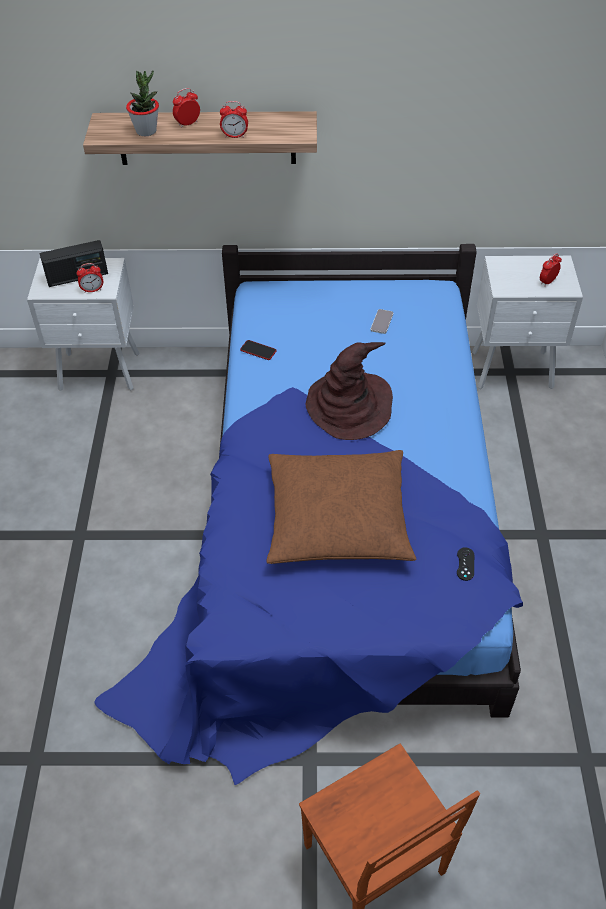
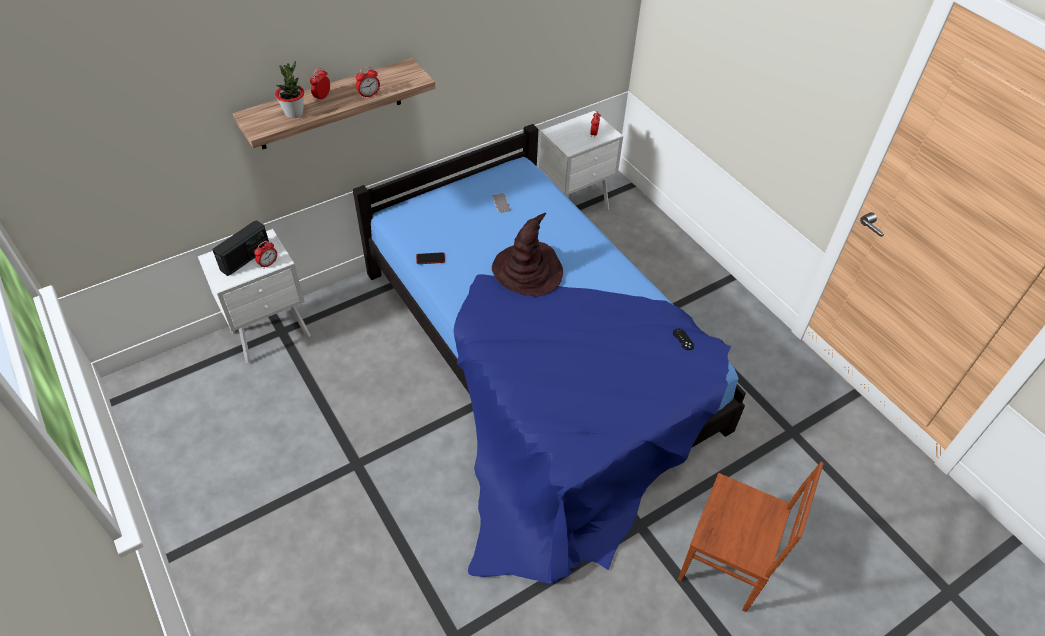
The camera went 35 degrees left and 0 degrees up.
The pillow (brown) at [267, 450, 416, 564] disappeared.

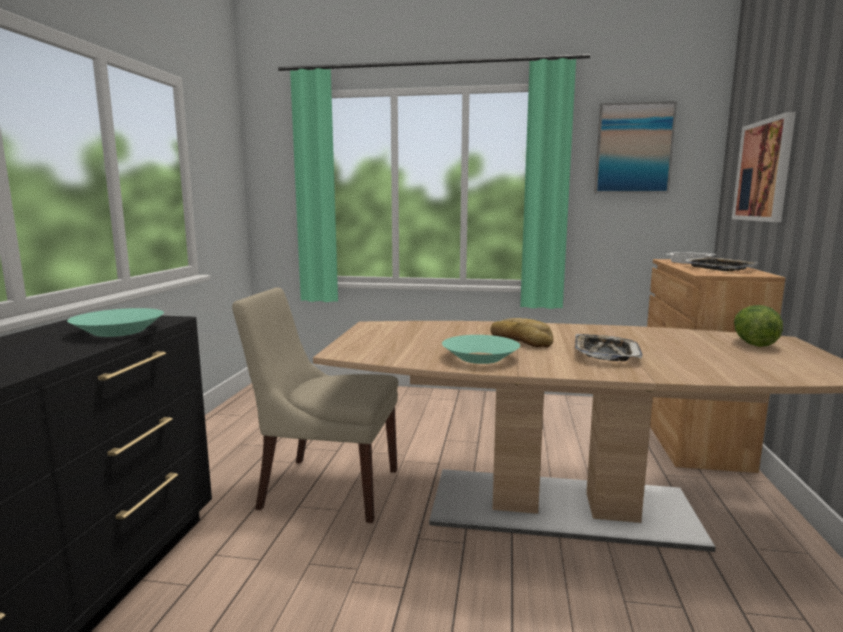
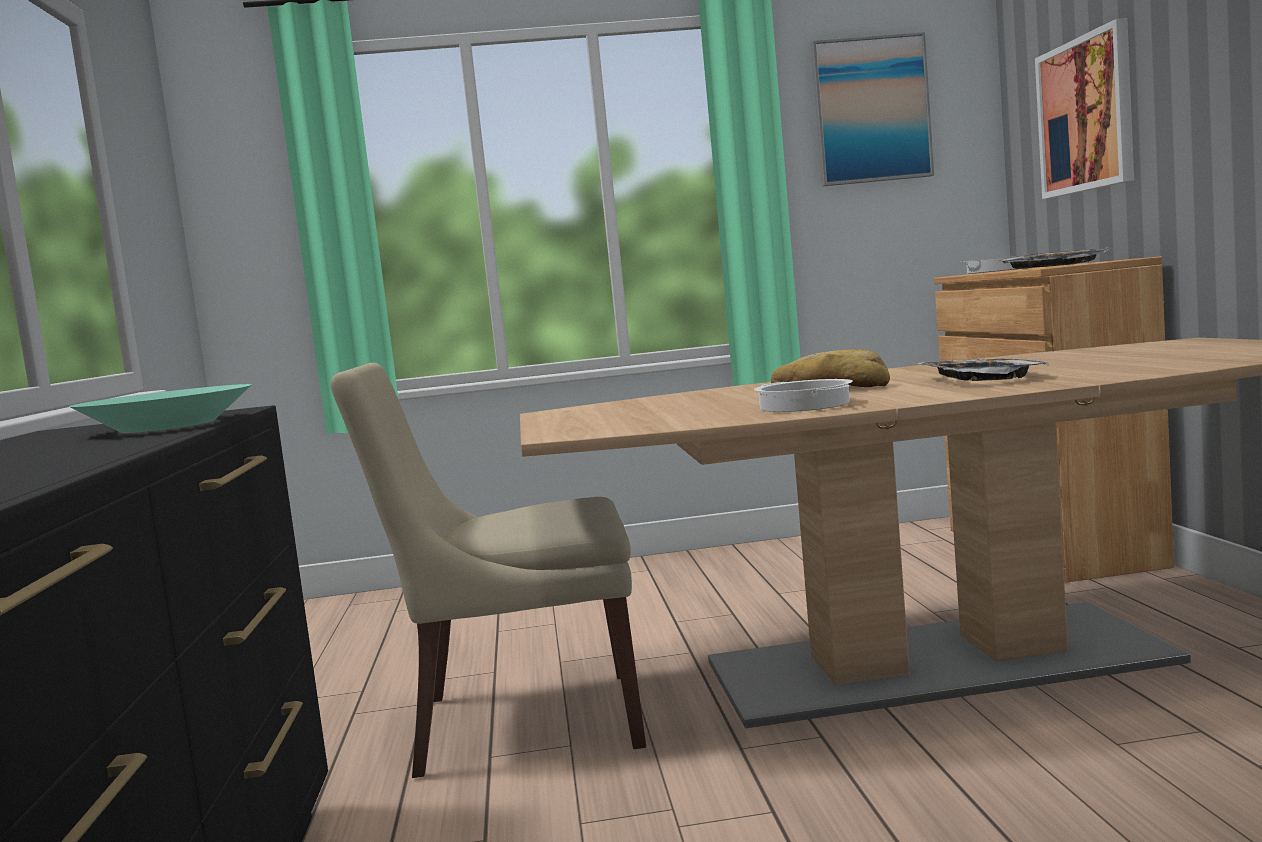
The camera went 15 degrees left and 5 degrees down.
The bowl (turquoise) at [442, 335, 520, 364] was replaced by the cooking pot at [754, 379, 853, 412].
The lettuce at [734, 305, 783, 347] disappeared.

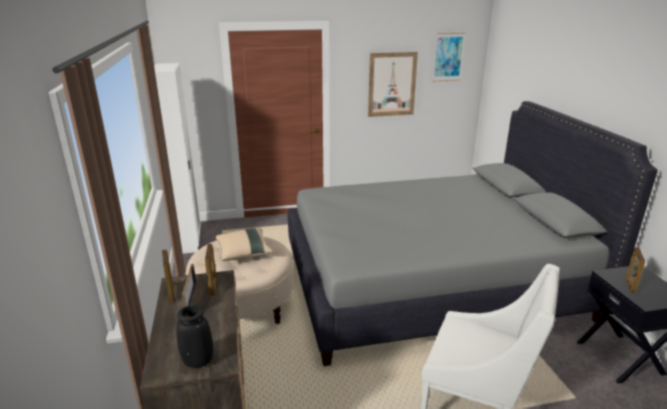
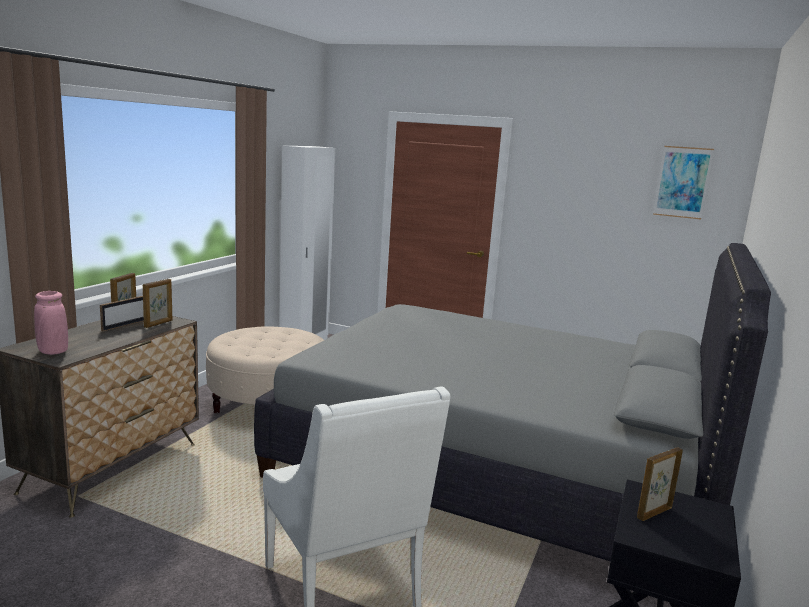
The camera went 35 degrees right and 10 degrees down.
The vase (black) at [176, 305, 213, 368] became the vase (pink) at [34, 291, 68, 355].
The pillow (beige) at [215, 228, 273, 261] disappeared.
The picture at [368, 52, 418, 117] disappeared.

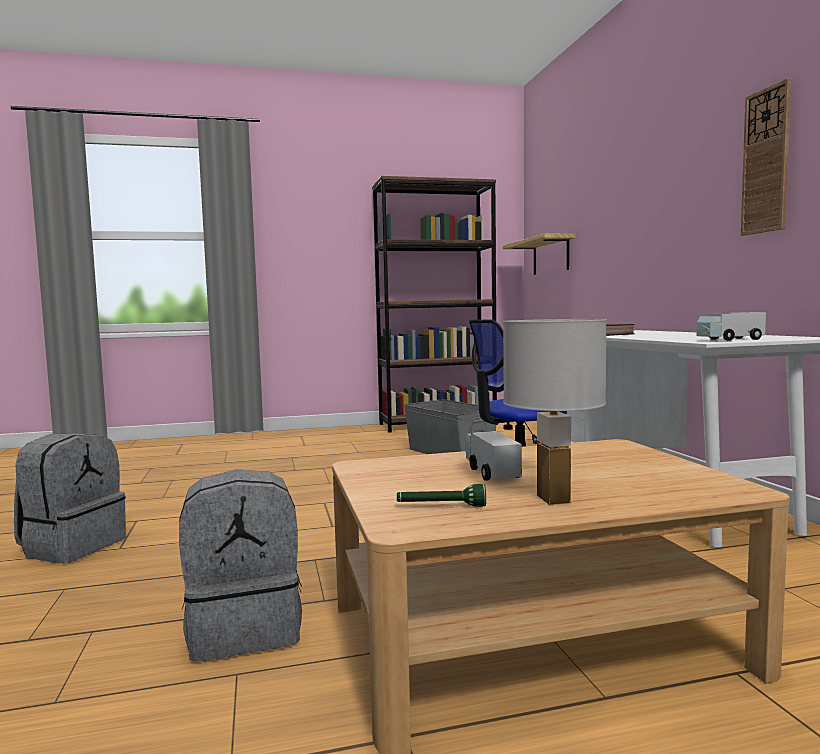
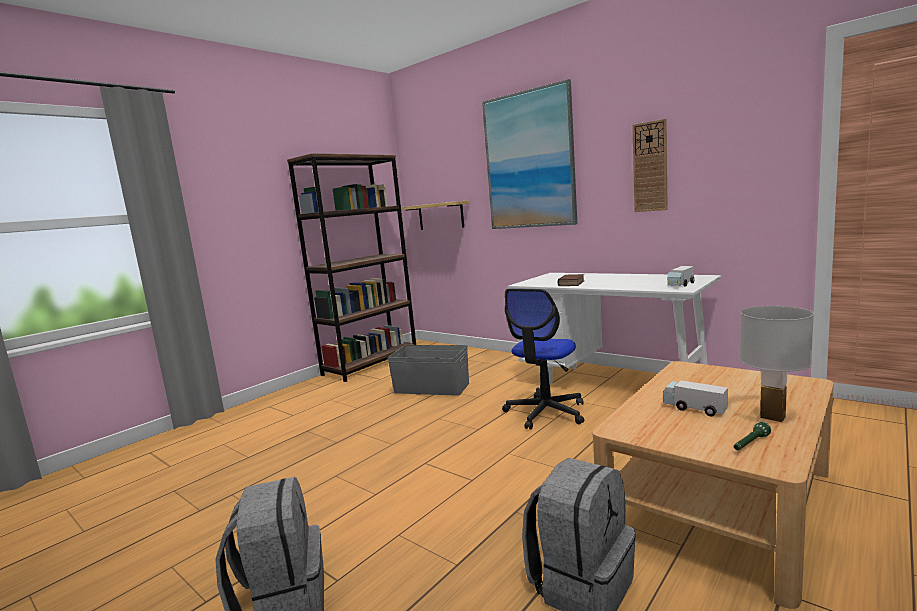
The camera went 35 degrees left and 5 degrees up.
The picture at [482, 79, 577, 229] appeared.

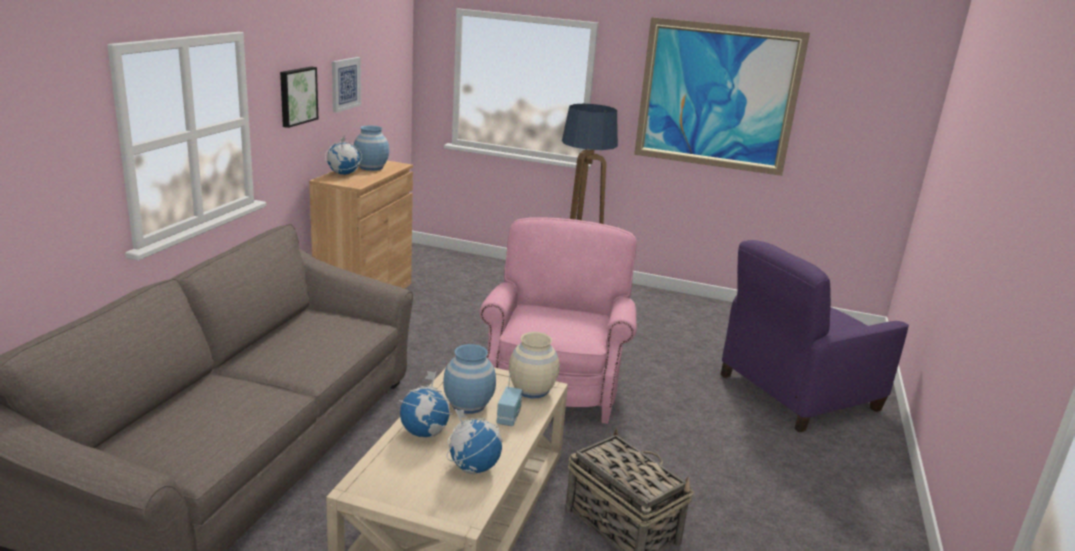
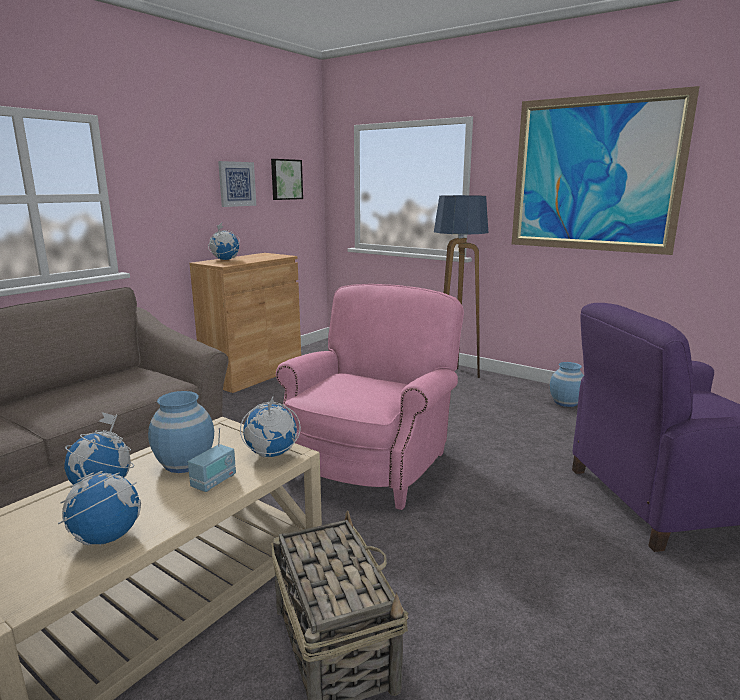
The camera went 20 degrees right and 5 degrees down.
The vase (beige) at [509, 332, 560, 398] was replaced by the globe at [240, 395, 301, 457].
The picture moved from [280, 67, 318, 128] to [271, 159, 303, 200].
The vase (blue) moved from [353, 126, 389, 171] to [550, 362, 584, 407].

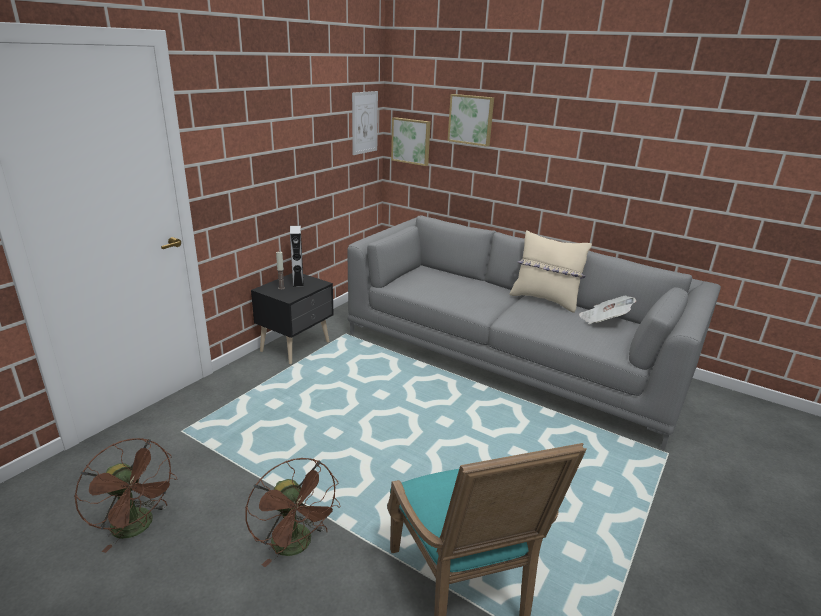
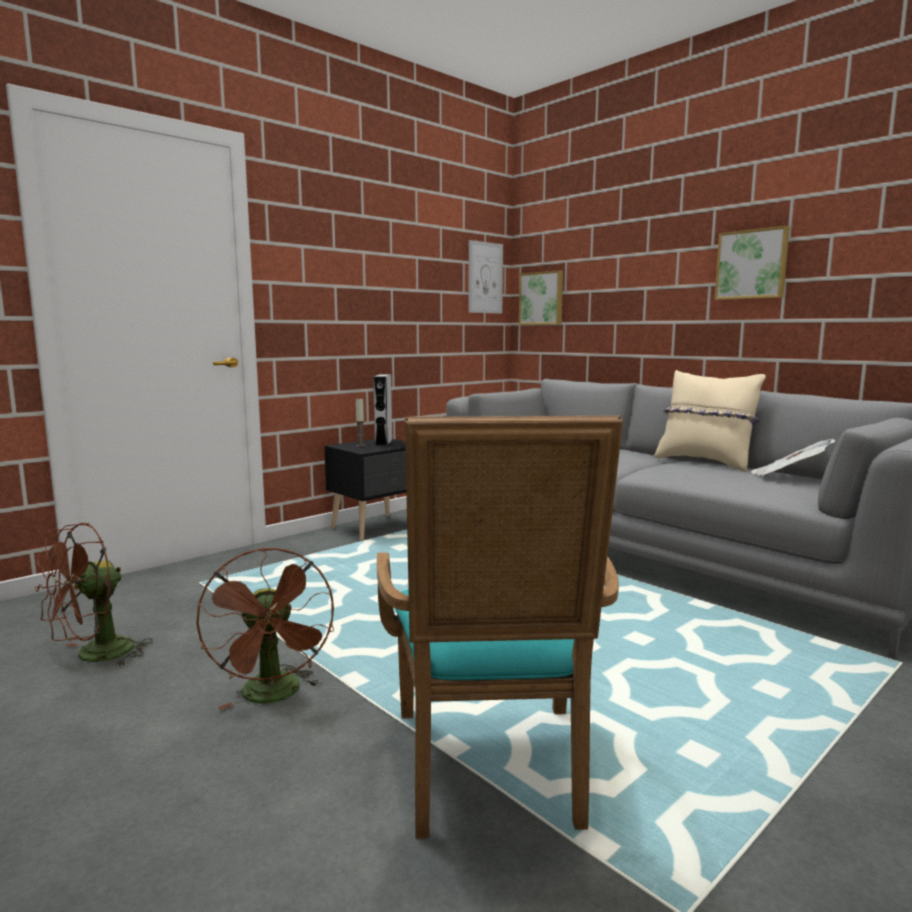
The camera went 15 degrees right and 15 degrees down.
The fan (brown) at [75, 438, 177, 553] turned 75 degrees clockwise.
The picture moved from [448, 94, 494, 146] to [714, 226, 790, 300].

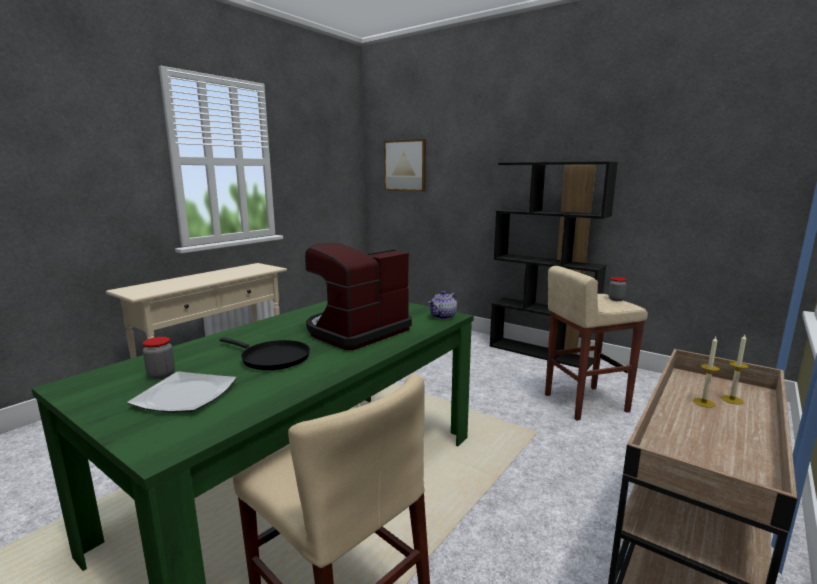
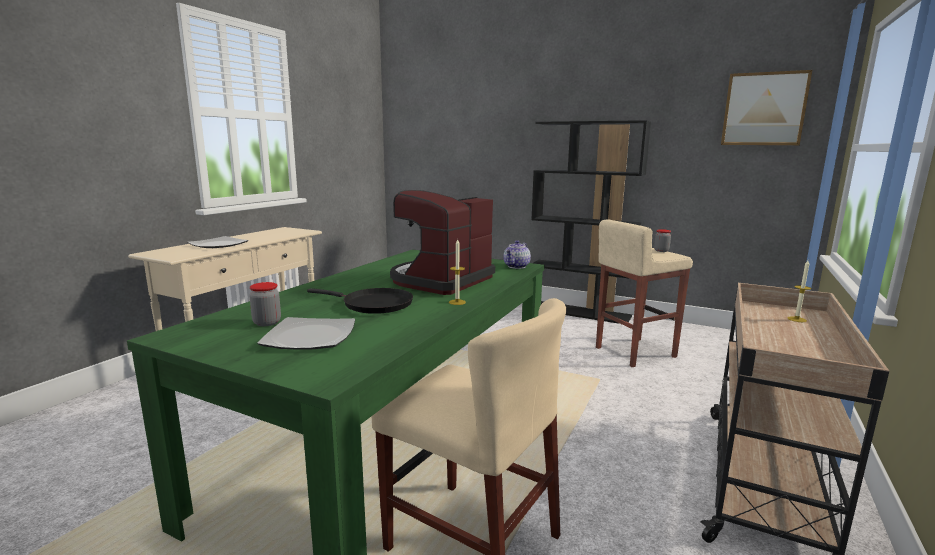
The camera went 10 degrees left and 0 degrees up.
The plate at [187, 236, 249, 248] appeared.
The candle moved from [693, 337, 720, 408] to [449, 239, 466, 305].
The picture moved from [384, 139, 426, 192] to [721, 70, 812, 145].

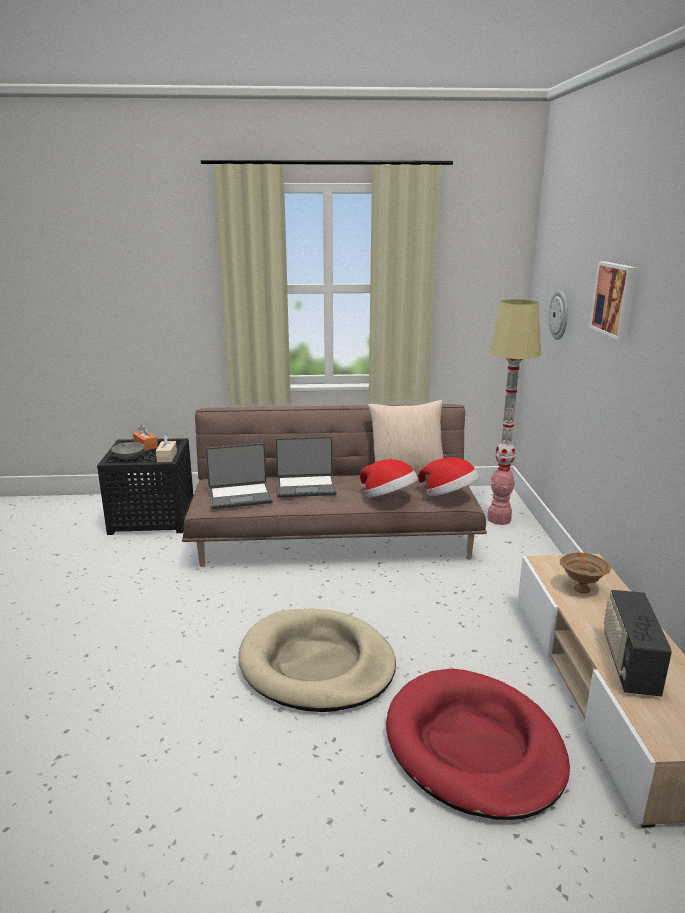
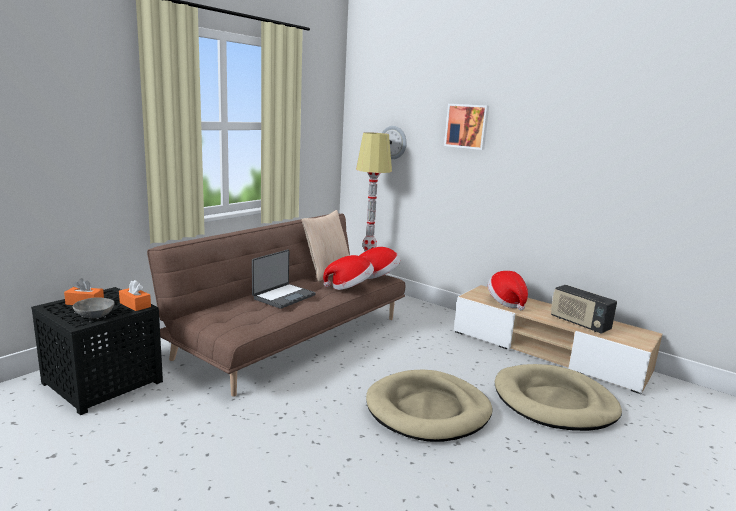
The camera went 50 degrees left and 5 degrees down.
The tissue box (beige) at [156, 435, 177, 462] became the tissue box (orange) at [119, 280, 151, 311].
The bowl (brown) at [560, 553, 611, 593] was replaced by the hat at [488, 271, 528, 310].
The dog bed (red) at [386, 668, 570, 820] became the dog bed (beige) at [495, 364, 622, 431].
The laptop at [206, 443, 273, 509] disappeared.

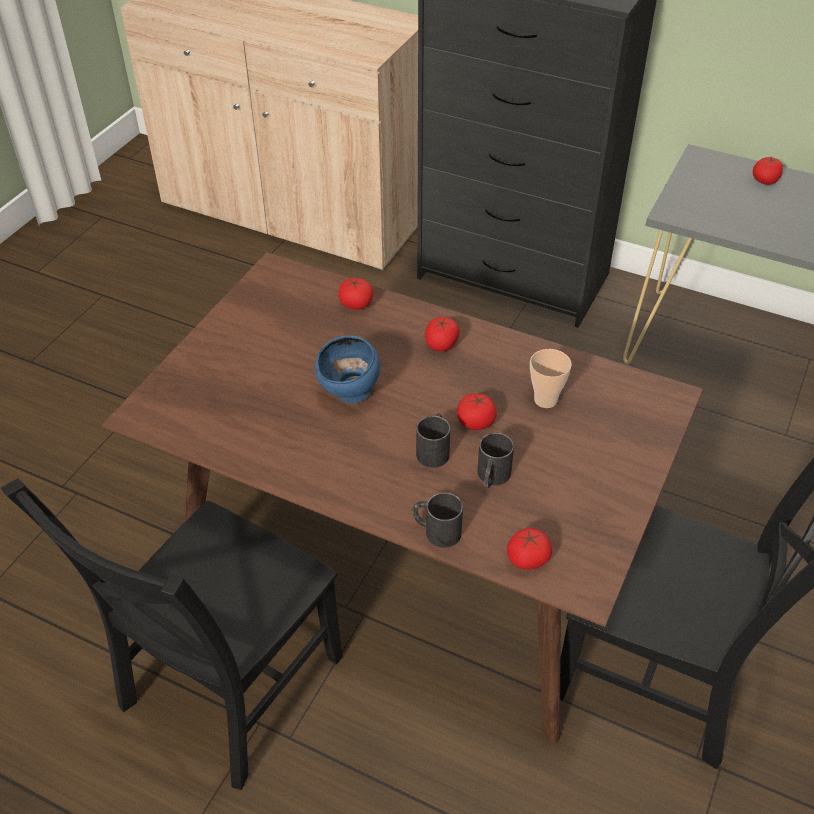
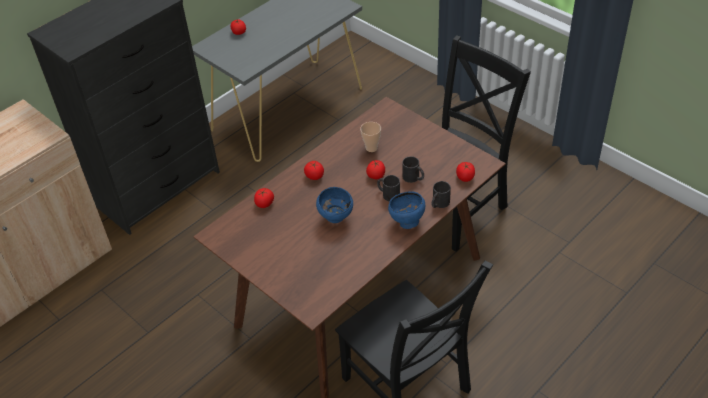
The camera went 70 degrees left and 0 degrees up.
The bowl (blue) at [388, 191, 425, 229] appeared.

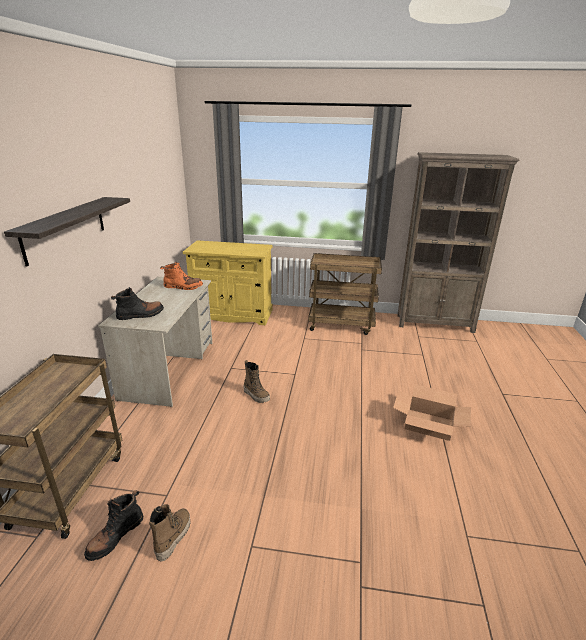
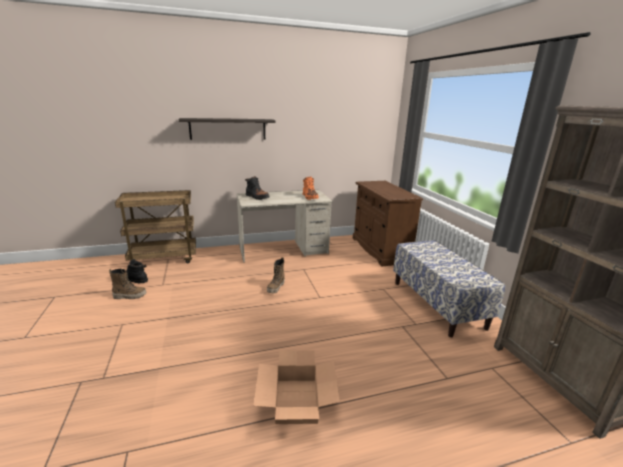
The camera went 65 degrees right and 5 degrees down.
The cabinet (yellow) at [183, 240, 273, 325] became the cabinet (brown) at [353, 181, 423, 267].
The cart (brown) at [308, 253, 382, 335] was replaced by the bench at [393, 240, 505, 337].

